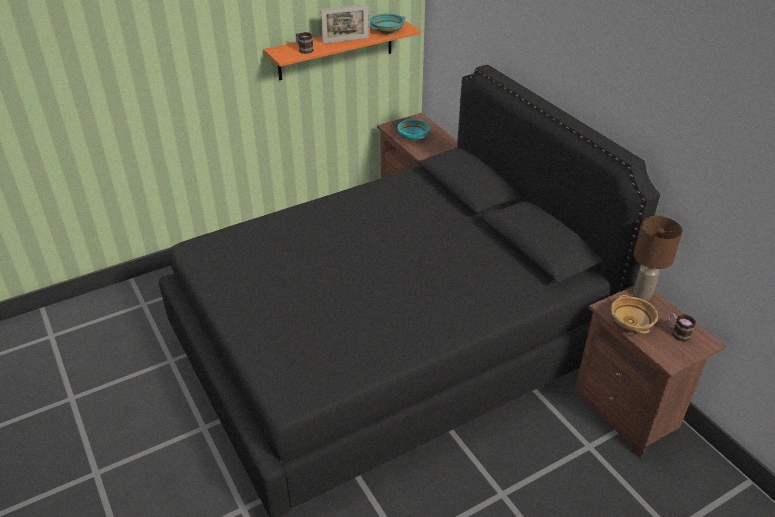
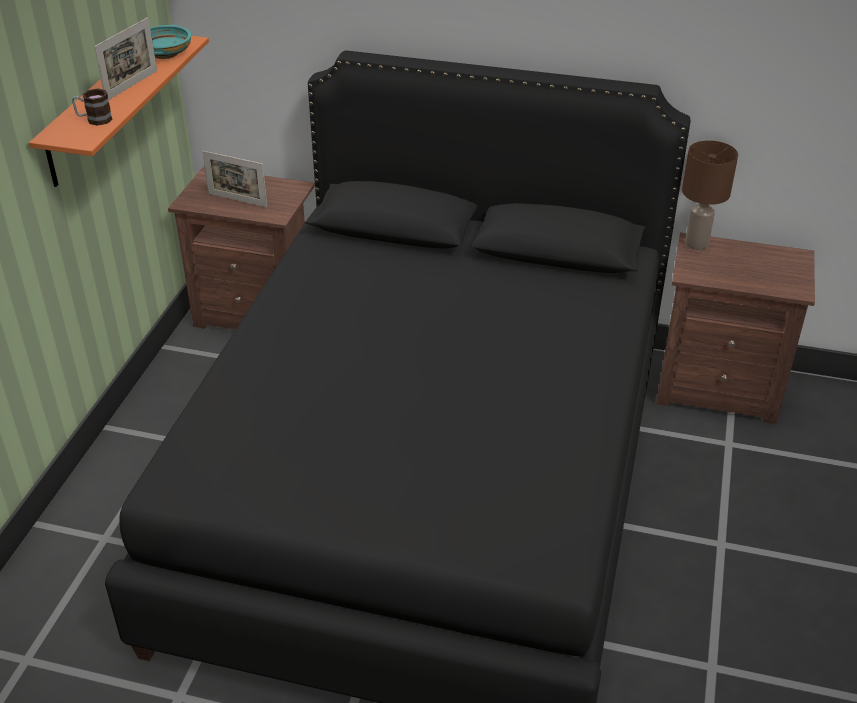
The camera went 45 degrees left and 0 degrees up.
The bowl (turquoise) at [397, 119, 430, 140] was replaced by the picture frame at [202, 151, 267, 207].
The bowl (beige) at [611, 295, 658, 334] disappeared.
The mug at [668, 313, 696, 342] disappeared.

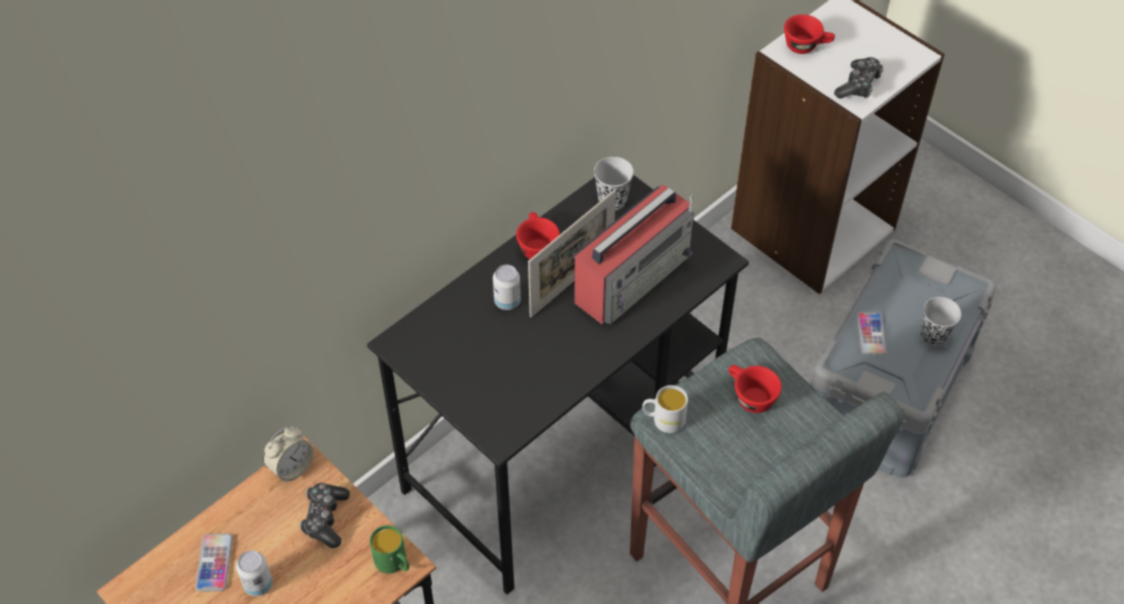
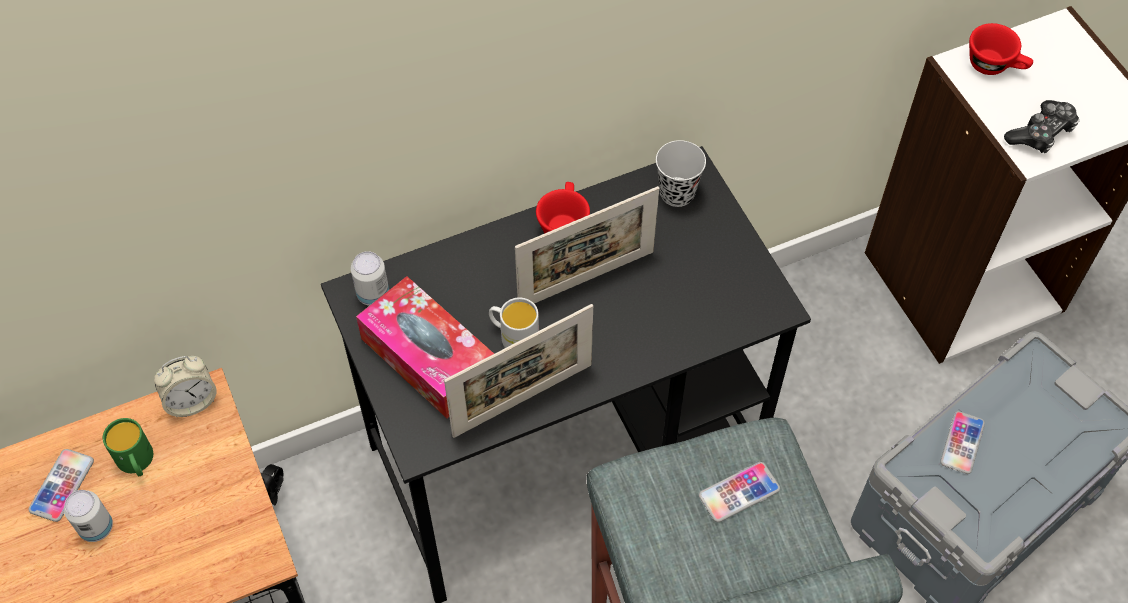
The camera went 20 degrees right and 5 degrees up.
The mug (green) moved from [370, 525, 410, 574] to [103, 418, 153, 476].
The can moved from [493, 265, 521, 310] to [351, 251, 389, 306].
The tissue box at [356, 276, 494, 419] appeared.
The picture frame at [444, 304, 593, 438] appeared.
The mug (white) moved from [642, 385, 688, 433] to [489, 297, 539, 348].
The cup (red) at [728, 365, 782, 413] was replaced by the phone at [699, 462, 780, 522].
The game controller at [299, 483, 350, 548] disappeared.
The radio at [574, 185, 694, 325] disappeared.
The cup (black) at [921, 297, 961, 346] disappeared.

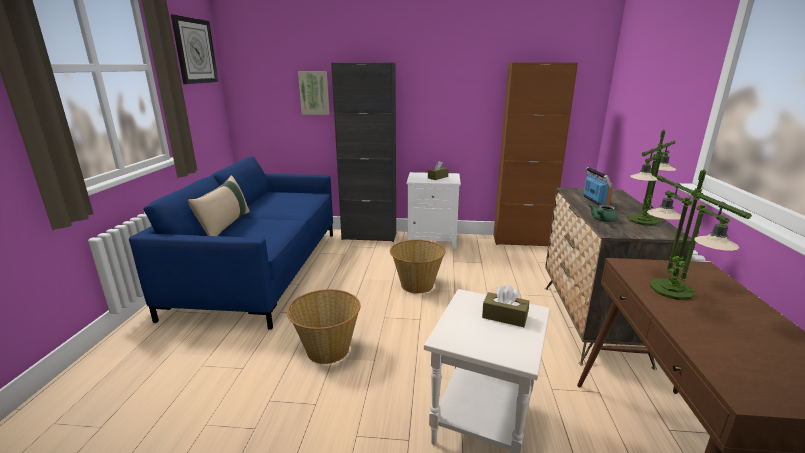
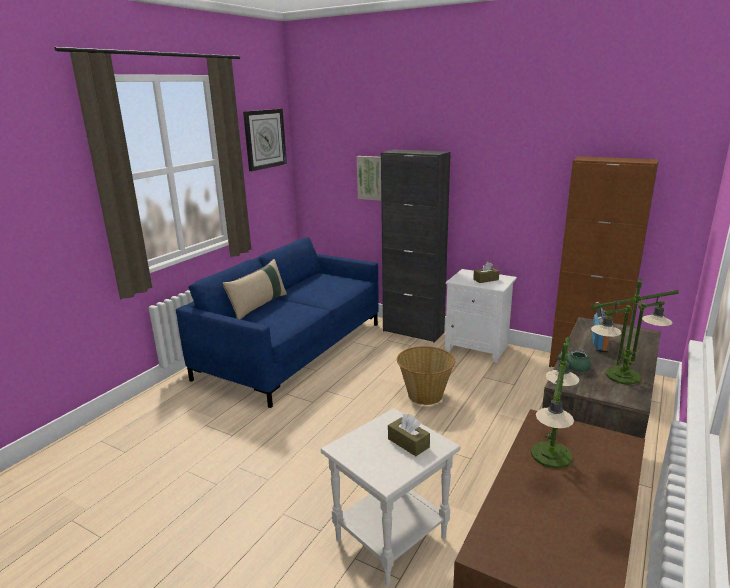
The camera went 25 degrees right and 0 degrees up.
The basket at [287, 289, 360, 364] disappeared.

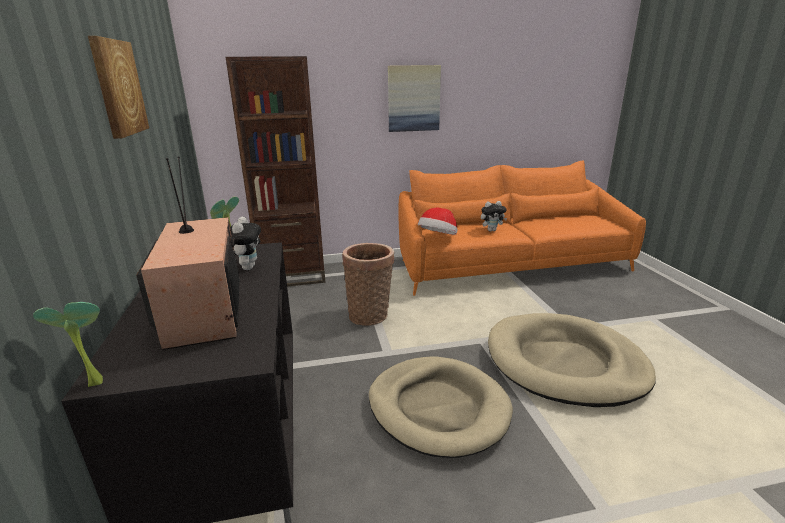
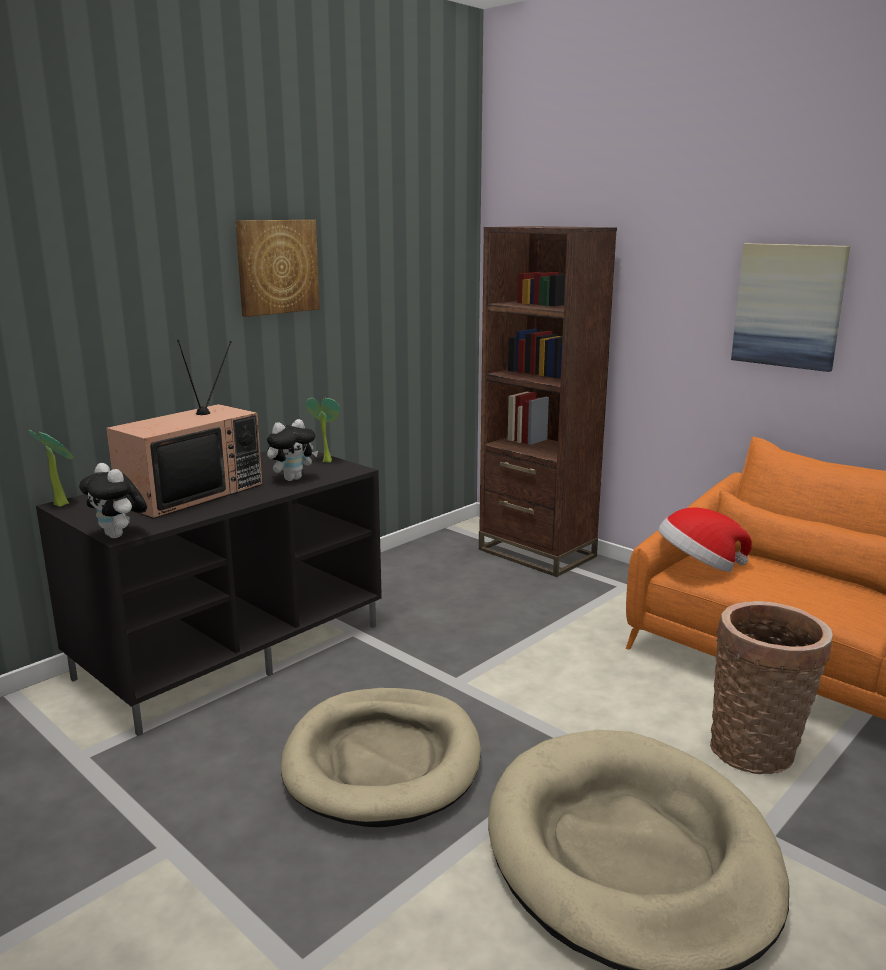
The camera went 55 degrees right and 5 degrees down.
The plush toy moved from [481, 201, 507, 231] to [79, 463, 147, 538].
The basket moved from [342, 243, 394, 326] to [710, 601, 833, 774].

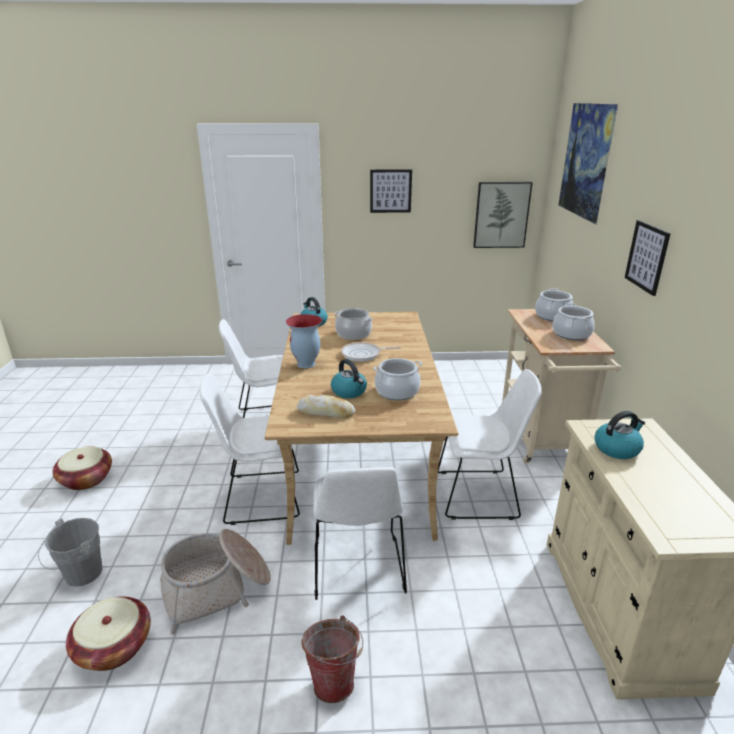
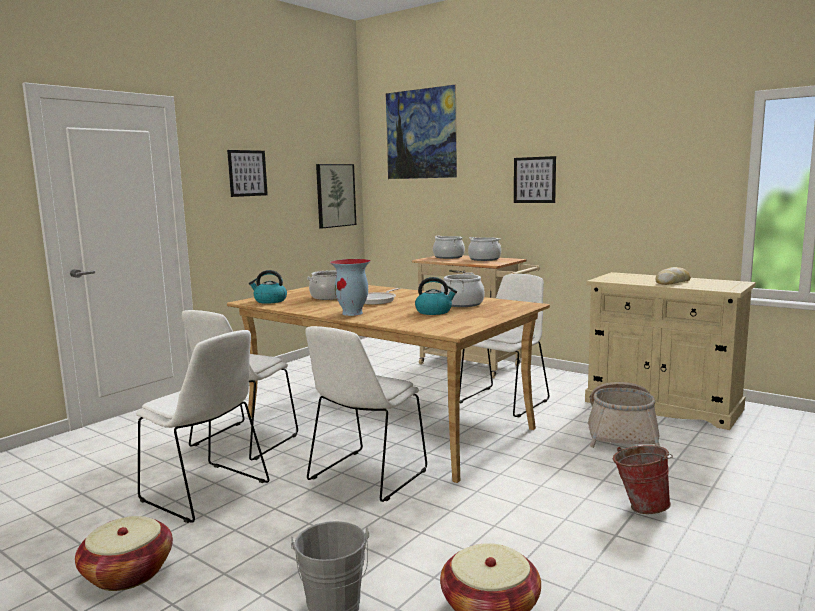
The camera went 50 degrees left and 15 degrees down.
The chair (white) moved from [314, 467, 407, 600] to [136, 330, 269, 523].
The basket moved from [160, 529, 271, 635] to [588, 382, 660, 448].
The bread moved from [297, 395, 355, 418] to [656, 267, 691, 285].
The kettle at [595, 411, 645, 459] disappeared.

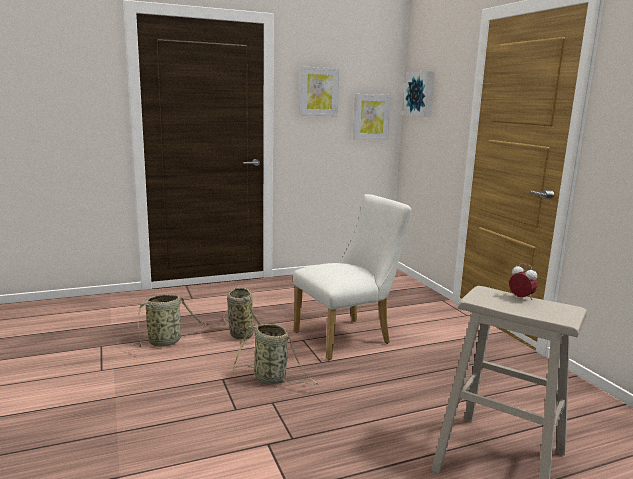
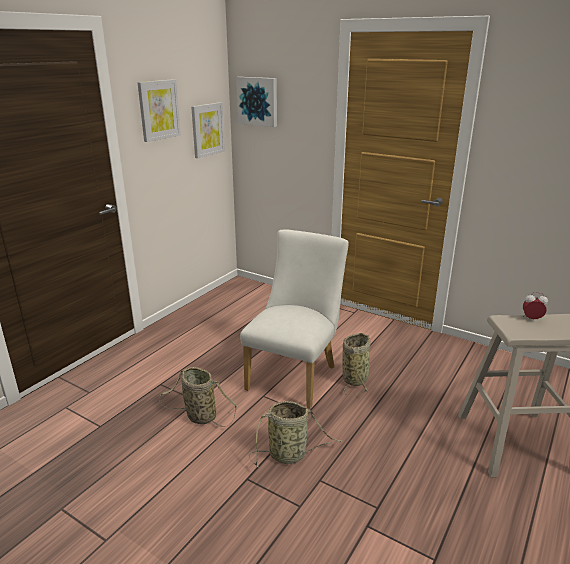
The camera went 35 degrees left and 10 degrees up.
The basket moved from [131, 294, 210, 348] to [342, 333, 371, 395].

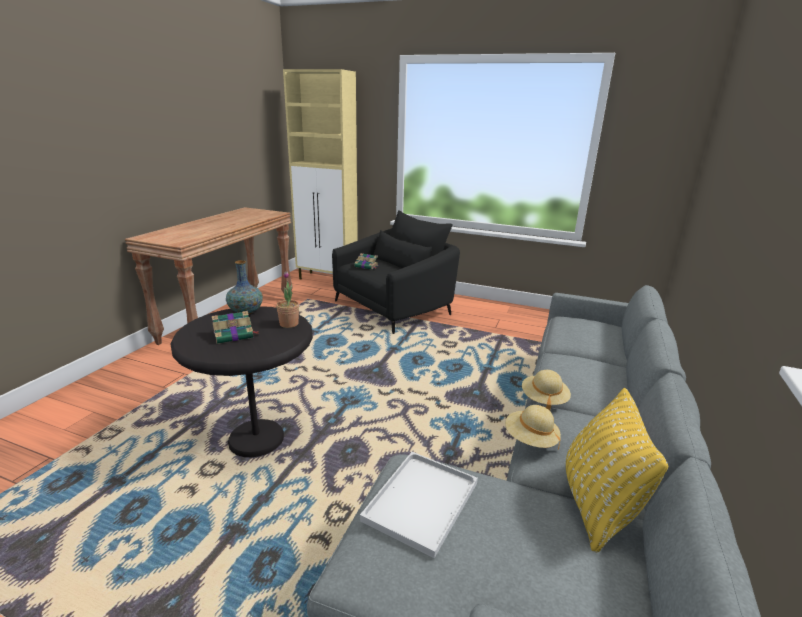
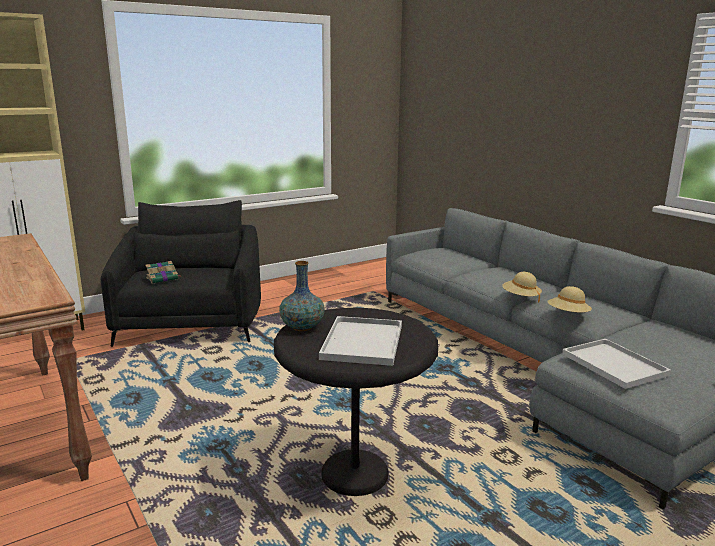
The camera went 55 degrees left and 5 degrees down.
The book at [212, 311, 259, 344] was replaced by the tray (white) at [319, 316, 402, 366].
The potted plant at [276, 271, 299, 328] disappeared.
The pillow (yellow) at [566, 388, 669, 553] disappeared.

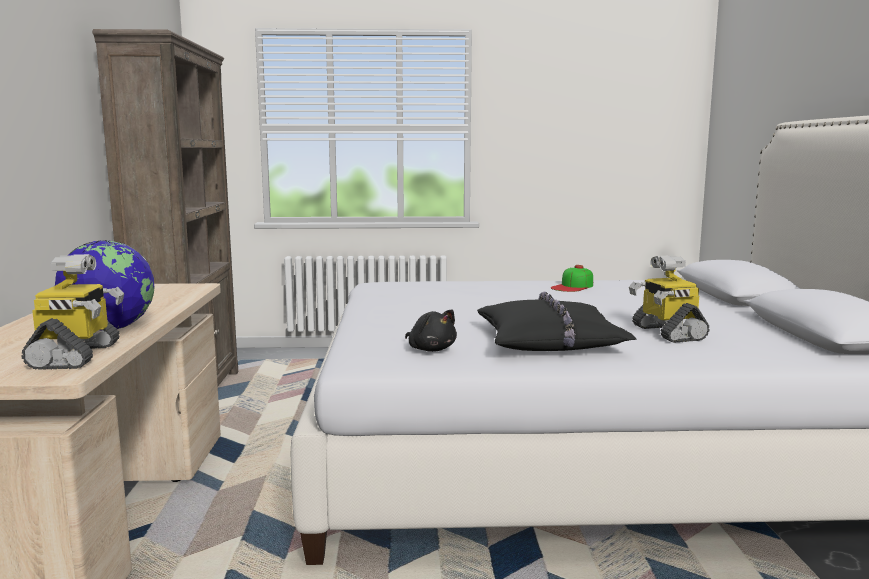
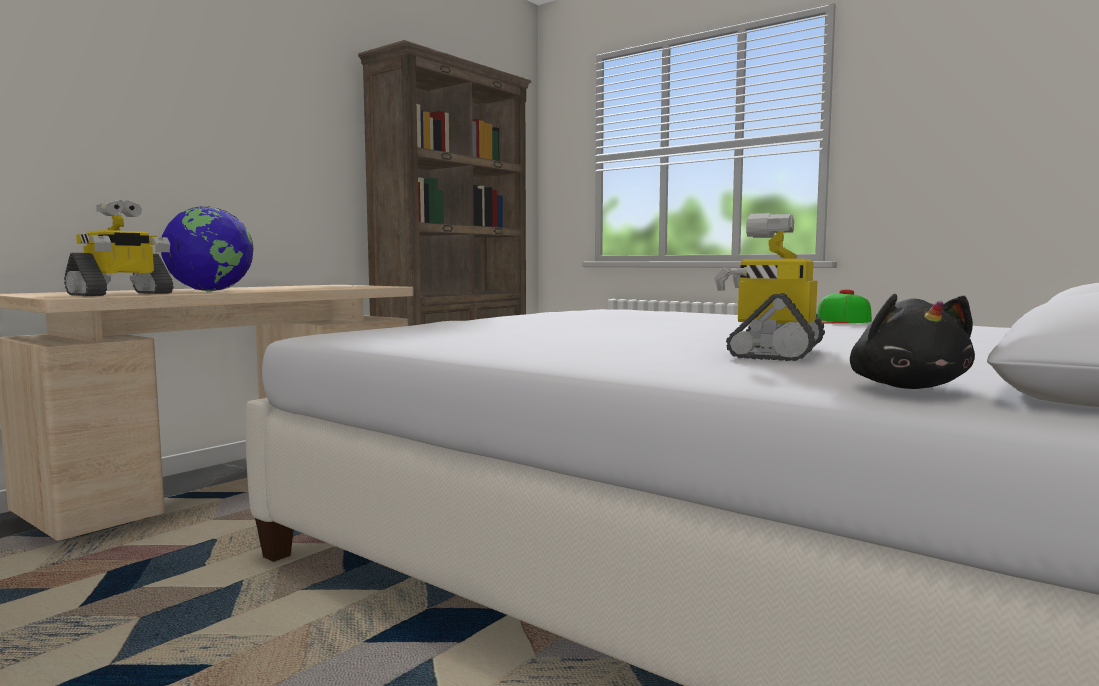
The camera went 40 degrees right and 5 degrees down.
The plush toy (black) moved from [405, 310, 457, 352] to [850, 293, 975, 389].
The pillow (black) at [477, 292, 637, 351] disappeared.

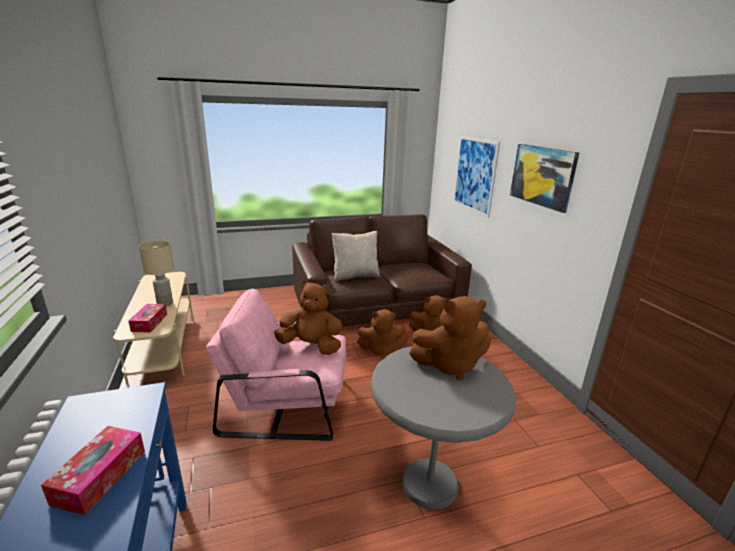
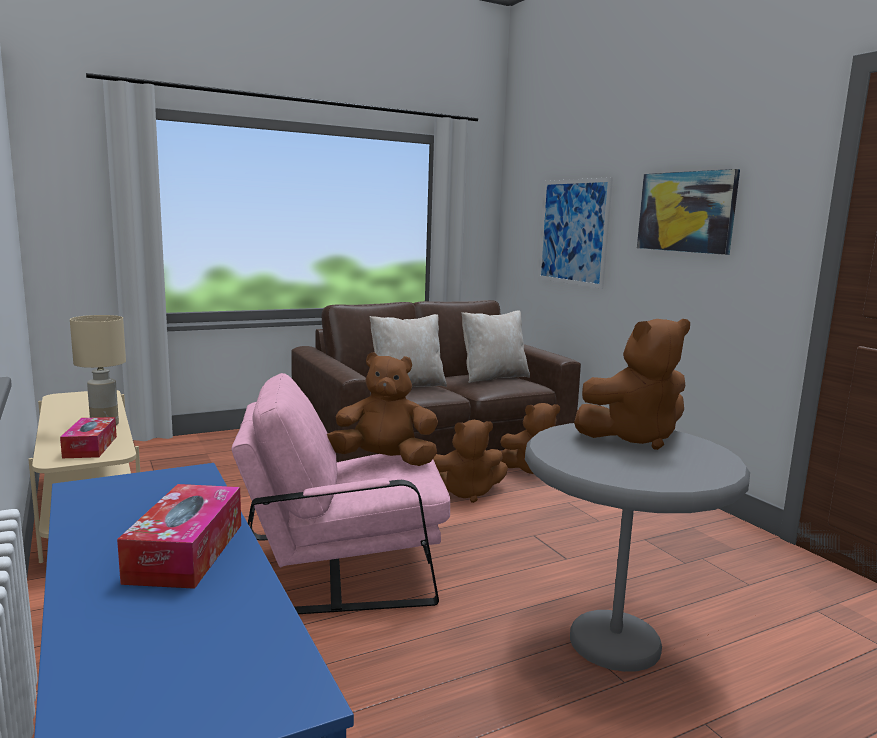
The camera went 10 degrees left and 10 degrees down.
The pillow (beige) at [461, 311, 530, 383] appeared.

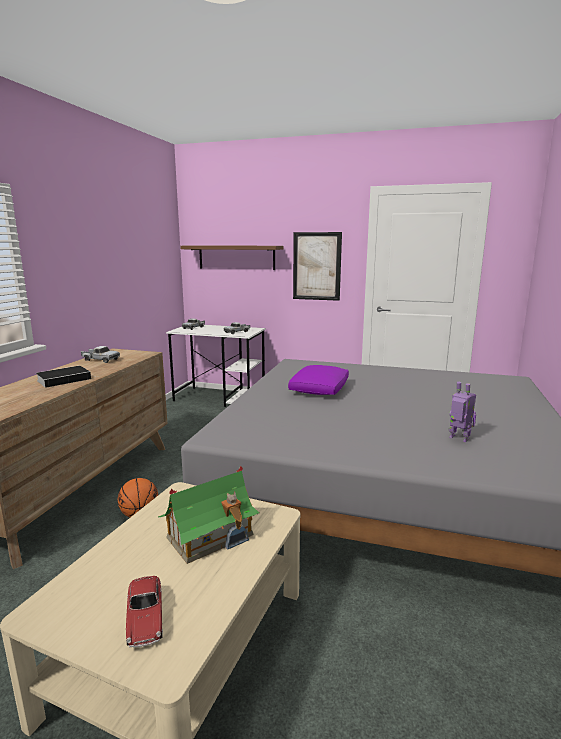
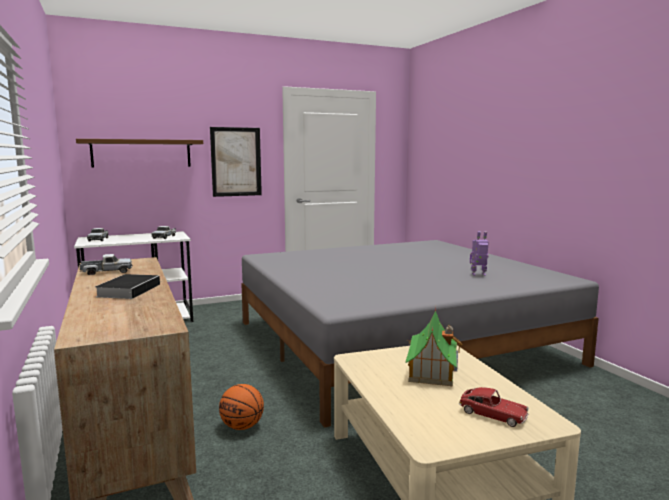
The camera went 40 degrees left and 5 degrees down.
The pillow (purple) at [288, 365, 349, 395] disappeared.

